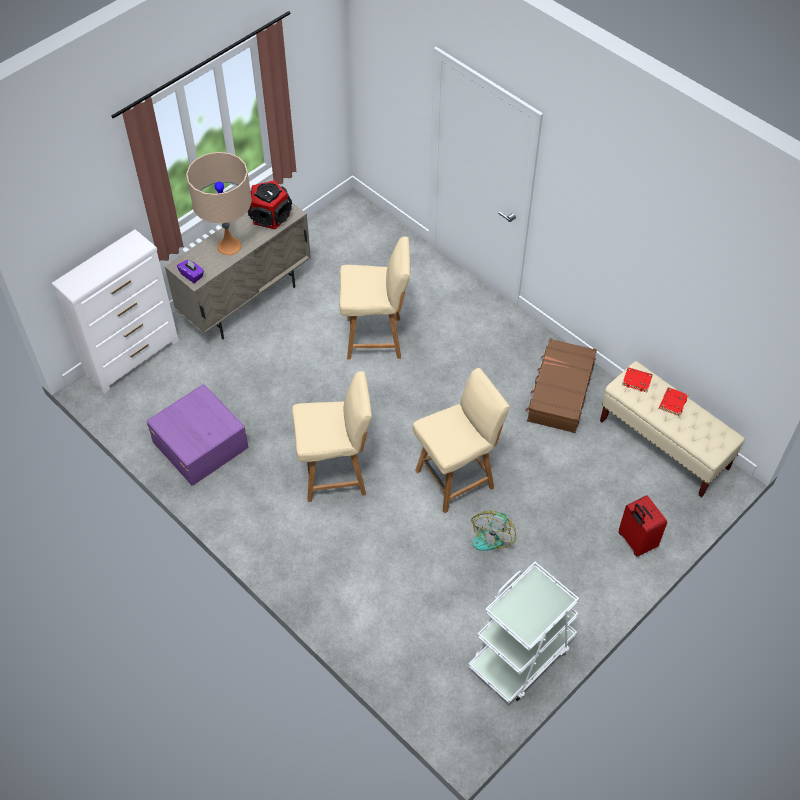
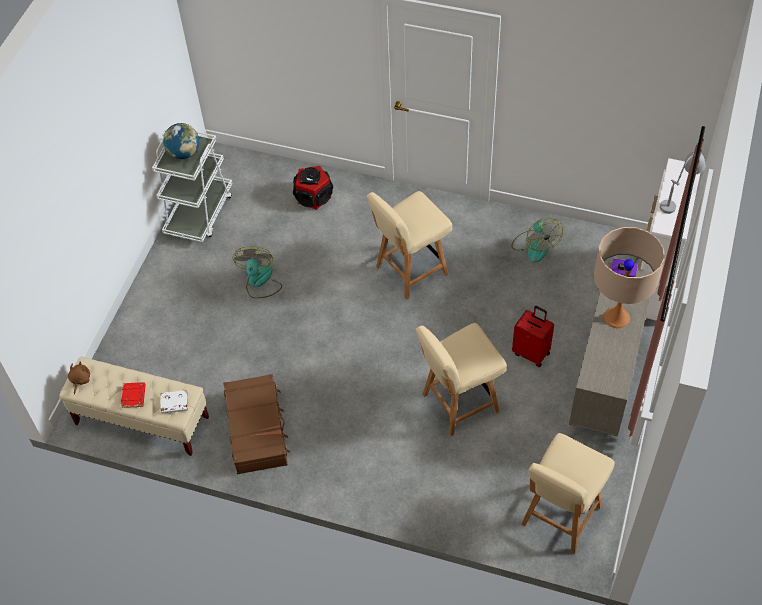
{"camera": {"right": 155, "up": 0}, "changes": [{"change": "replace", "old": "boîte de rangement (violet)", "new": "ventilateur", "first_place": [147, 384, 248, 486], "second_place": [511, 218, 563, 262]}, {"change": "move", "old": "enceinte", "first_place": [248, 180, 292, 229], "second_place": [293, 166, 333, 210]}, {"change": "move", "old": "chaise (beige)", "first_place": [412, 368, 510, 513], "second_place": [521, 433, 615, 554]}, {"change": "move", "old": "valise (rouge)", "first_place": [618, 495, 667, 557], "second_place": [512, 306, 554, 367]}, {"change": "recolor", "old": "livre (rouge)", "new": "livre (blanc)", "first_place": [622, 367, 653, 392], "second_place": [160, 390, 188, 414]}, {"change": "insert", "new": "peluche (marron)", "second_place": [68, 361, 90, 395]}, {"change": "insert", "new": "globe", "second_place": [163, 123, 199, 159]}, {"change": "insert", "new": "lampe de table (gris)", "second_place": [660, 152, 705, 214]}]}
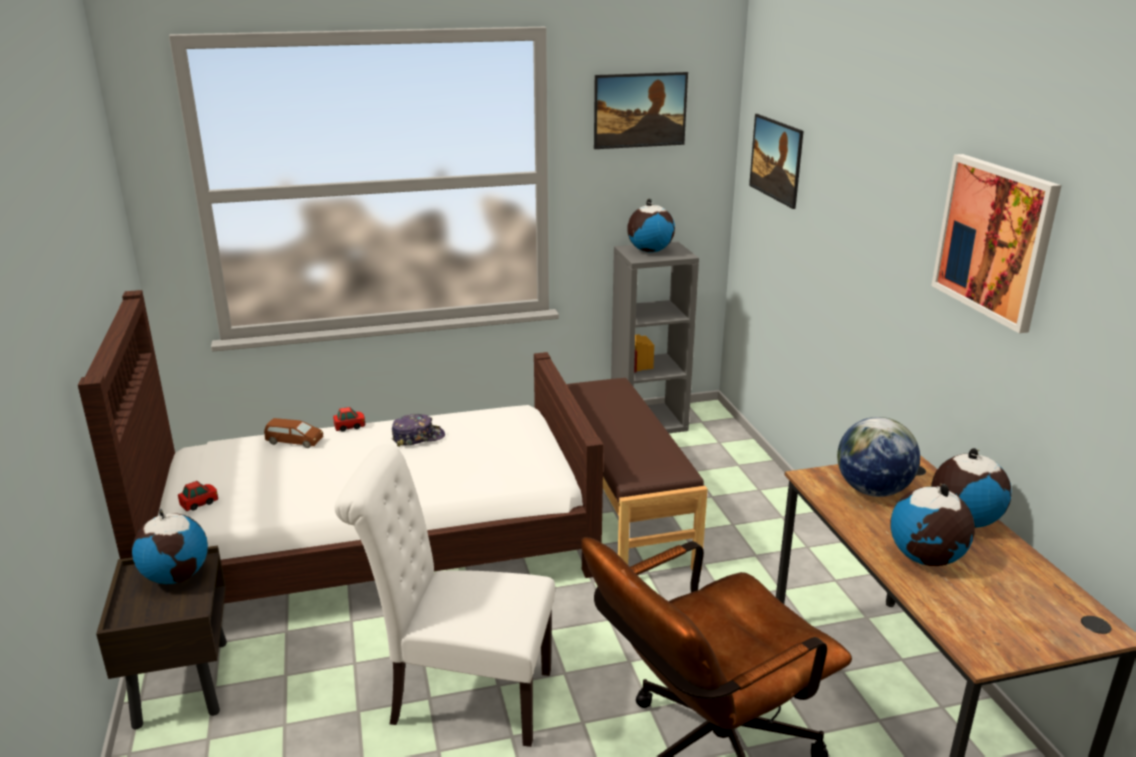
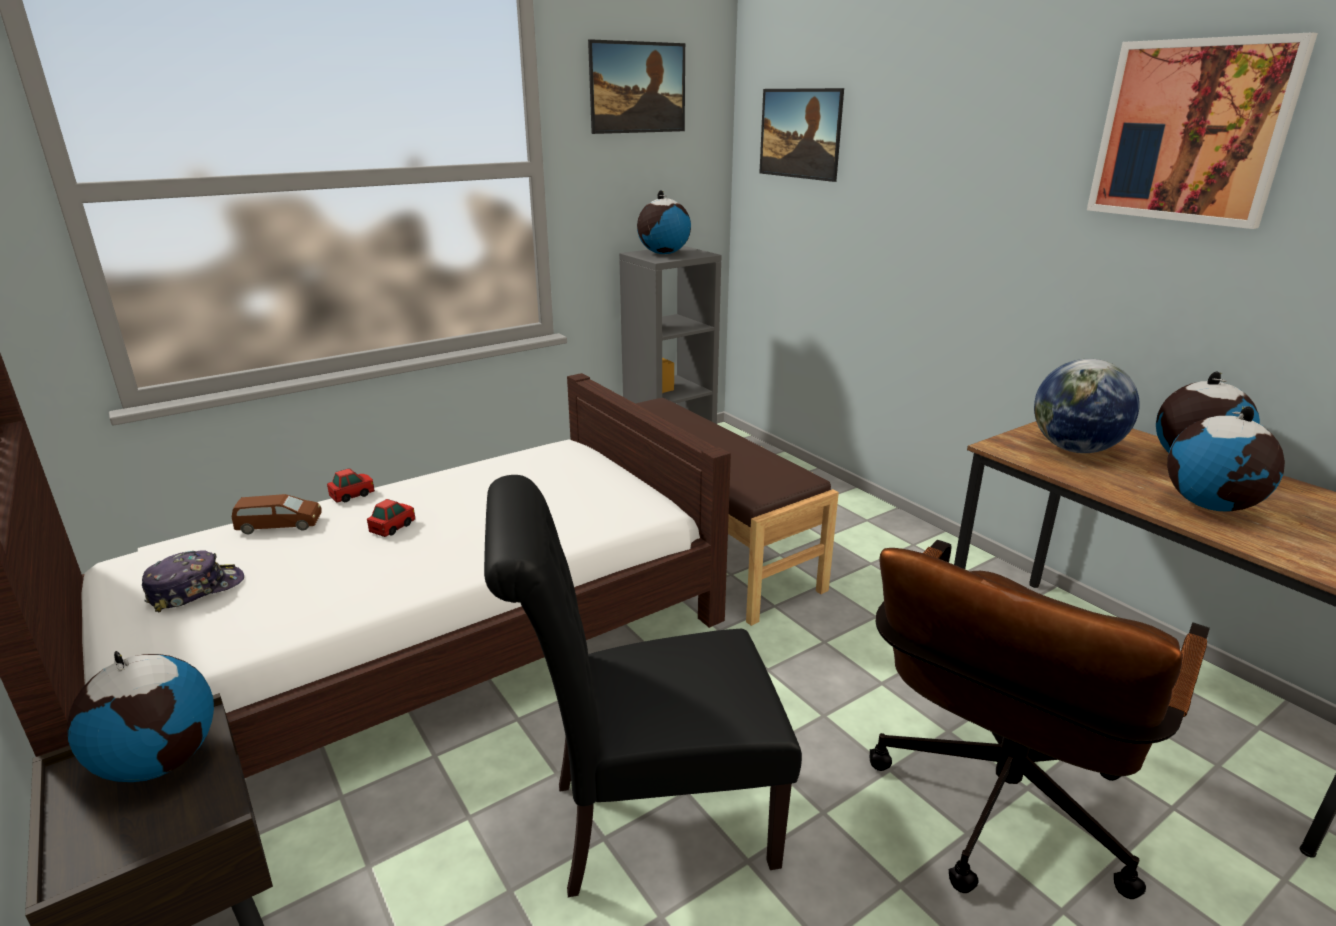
{"camera": {"right": -20, "up": 0}, "changes": [{"change": "move", "old": "petite voiture", "first_place": [178, 481, 218, 511], "second_place": [367, 499, 415, 537]}, {"change": "recolor", "old": "chaise (blanc)", "new": "chaise (noir)", "first_place": [334, 444, 555, 747], "second_place": [484, 475, 802, 897]}, {"change": "move", "old": "casquette", "first_place": [392, 414, 445, 447], "second_place": [142, 550, 244, 612]}]}
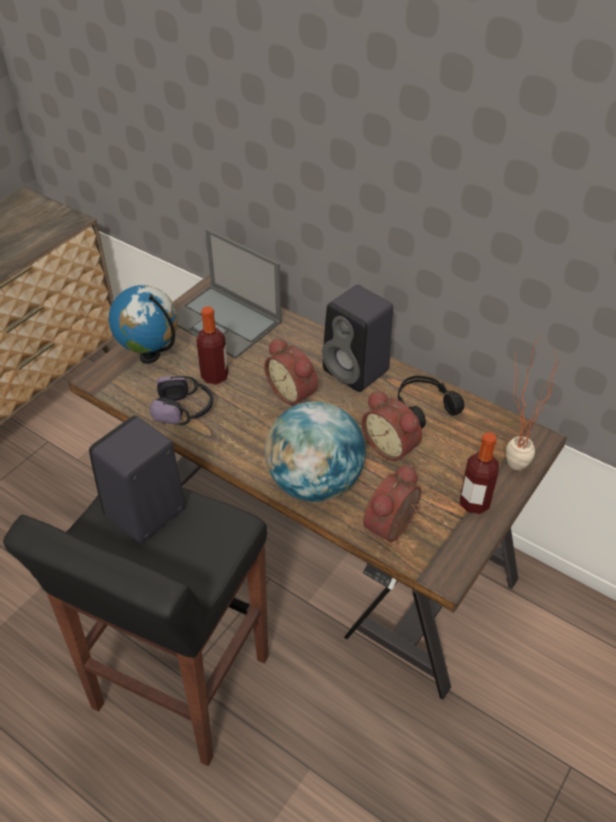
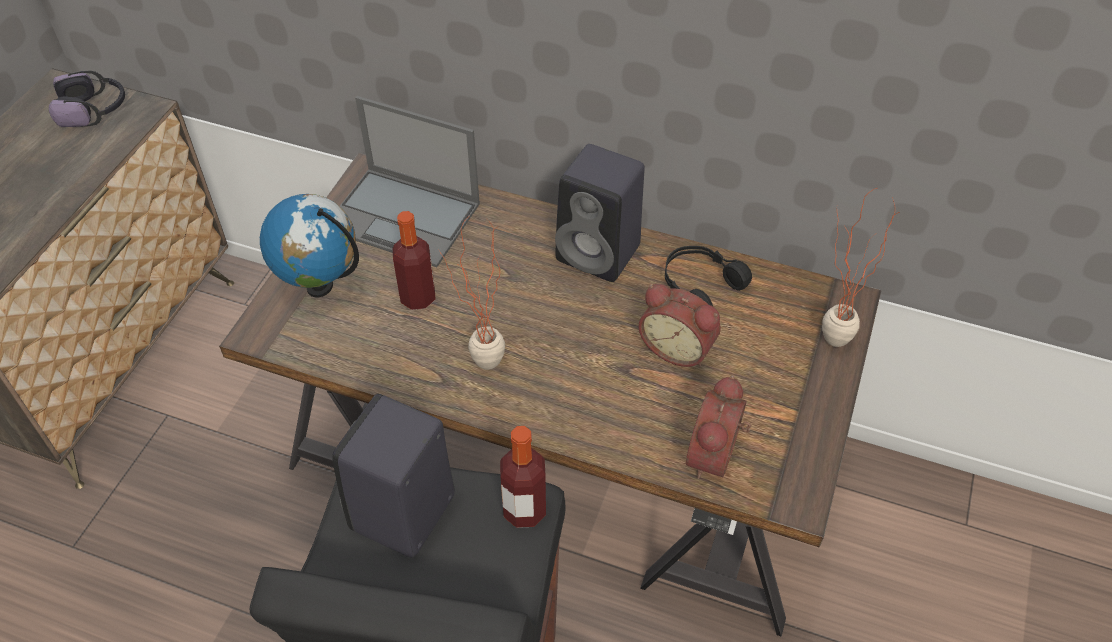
{"camera": {"right": -15, "up": 5}, "changes": [{"change": "move", "old": "casque audio", "first_place": [149, 376, 213, 425], "second_place": [49, 71, 125, 127]}, {"change": "delete", "old": "réveil", "first_place": [264, 338, 318, 405]}, {"change": "delete", "old": "globe", "first_place": [265, 401, 366, 502]}, {"change": "move", "old": "bouteille", "first_place": [459, 432, 499, 514], "second_place": [500, 426, 546, 528]}, {"change": "insert", "new": "plante en pot", "second_place": [438, 216, 505, 370]}]}
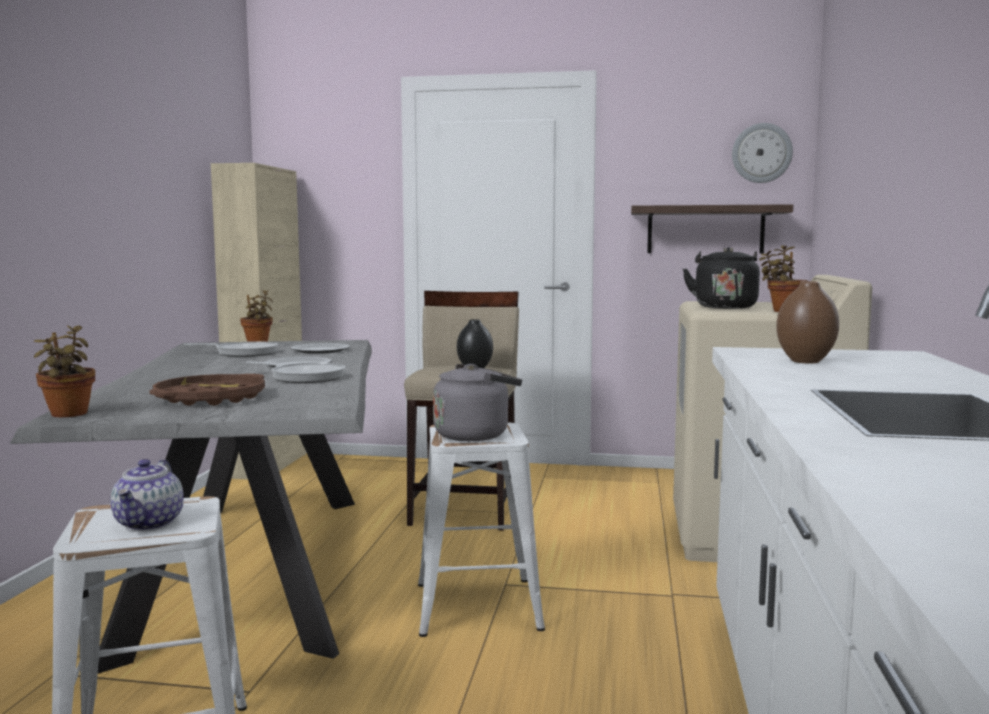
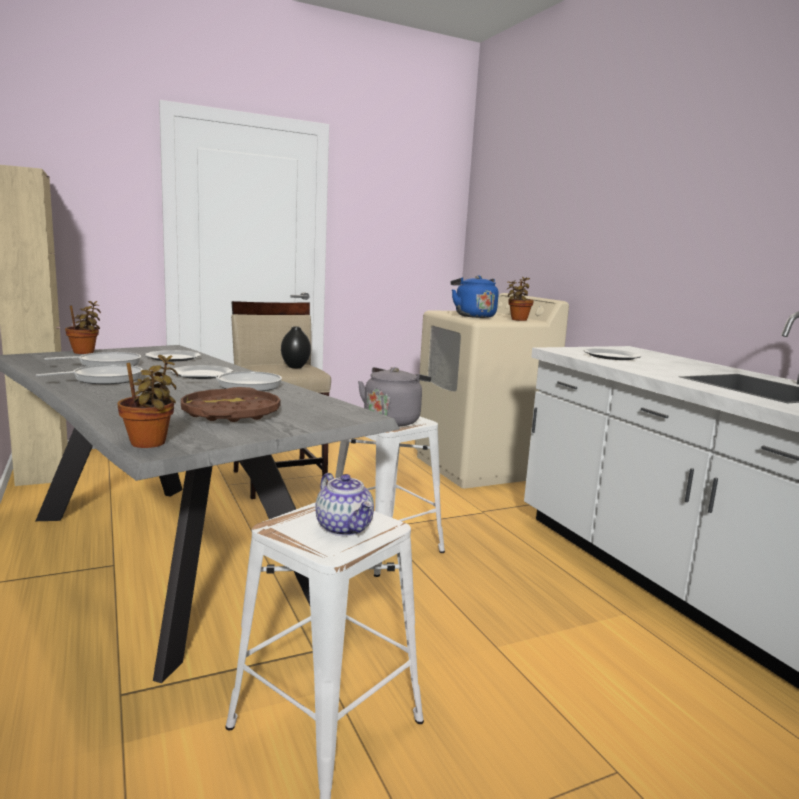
{"camera": {"right": -35, "up": 5}, "changes": [{"change": "delete", "old": "étagère", "first_place": [631, 204, 793, 253]}, {"change": "recolor", "old": "bouilloire (noir)", "new": "bouilloire (bleu)", "first_place": [683, 247, 760, 309], "second_place": [451, 275, 499, 318]}, {"change": "delete", "old": "horloge murale", "first_place": [732, 123, 793, 183]}, {"change": "replace", "old": "vase (marron)", "new": "assiette", "first_place": [776, 281, 839, 363], "second_place": [584, 348, 642, 360]}, {"change": "insert", "new": "poêle", "second_place": [36, 364, 143, 384]}]}
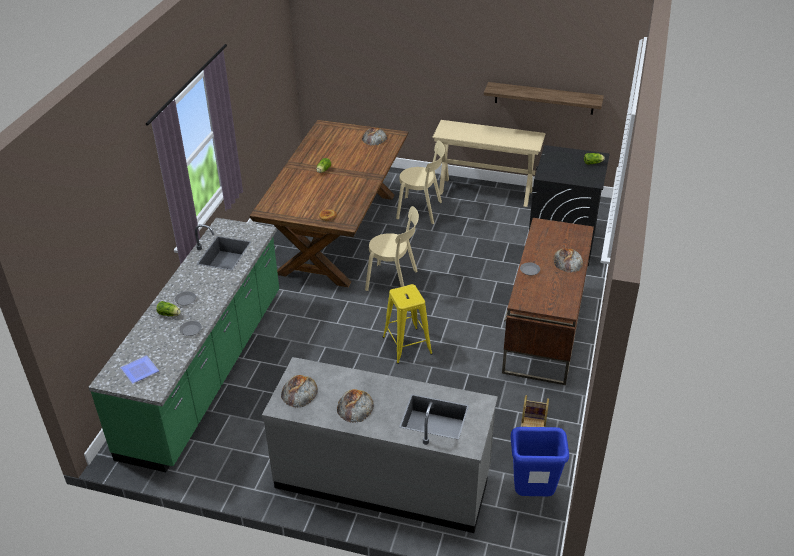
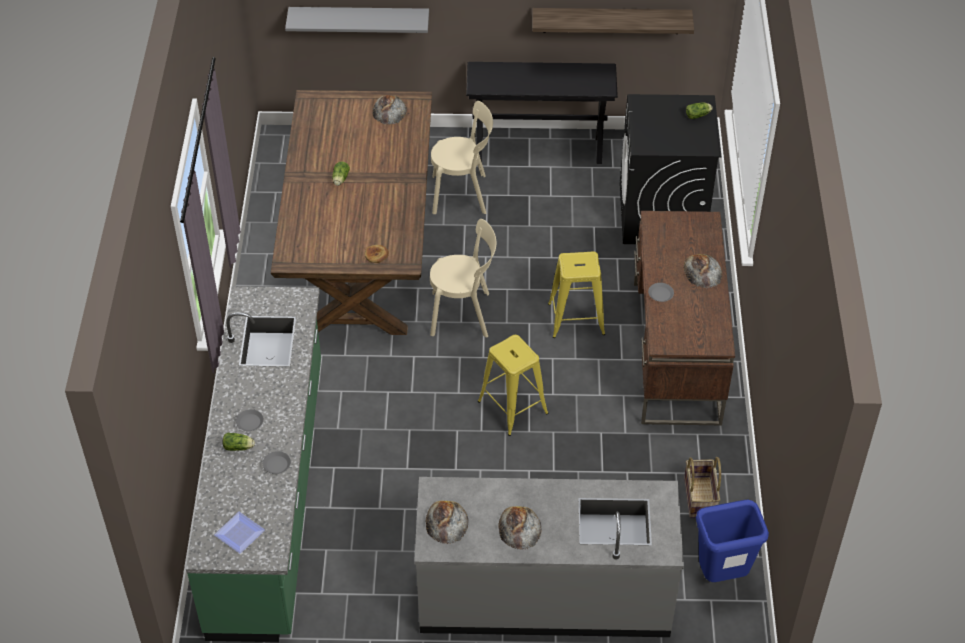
{"camera": {"right": -15, "up": 10}, "changes": [{"change": "recolor", "old": "table console (beige)", "new": "table console (noir)", "first_place": [432, 120, 545, 207], "second_place": [466, 62, 618, 164]}, {"change": "insert", "new": "étagère (gris)", "second_place": [285, 7, 429, 33]}, {"change": "insert", "new": "tabouret (jaune)", "second_place": [548, 251, 605, 338]}]}
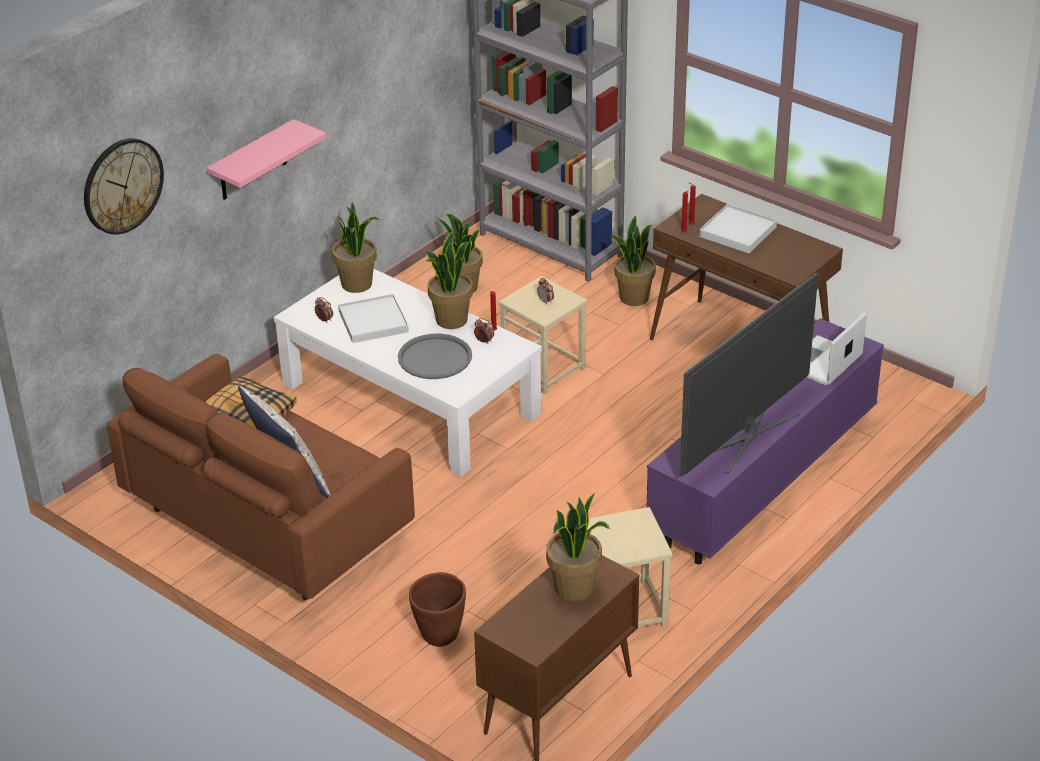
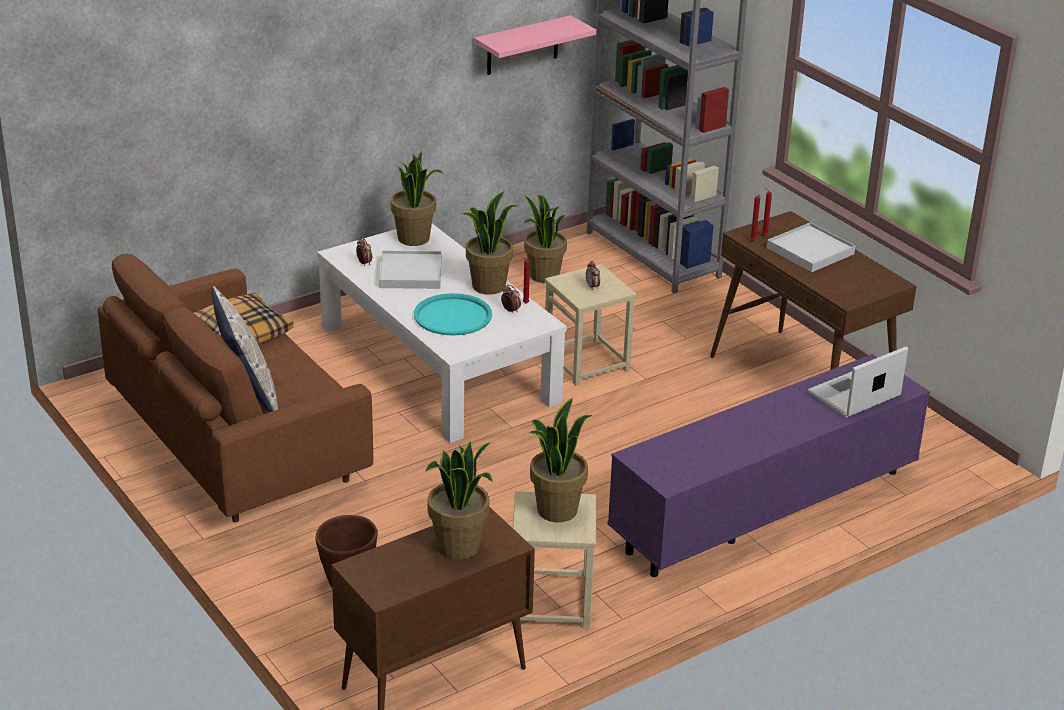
{"camera": {"right": 15, "up": -5}, "changes": [{"change": "delete", "old": "horloge murale", "first_place": [84, 138, 164, 235]}, {"change": "move", "old": "étagère (rose)", "first_place": [206, 119, 327, 200], "second_place": [474, 15, 596, 75]}, {"change": "recolor", "old": "plateau (gris)", "new": "plateau (turquoise)", "first_place": [398, 334, 472, 379], "second_place": [414, 293, 492, 336]}, {"change": "move", "old": "plante en pot", "first_place": [610, 216, 656, 306], "second_place": [529, 398, 593, 522]}, {"change": "delete", "old": "téléviseur", "first_place": [680, 273, 818, 476]}]}
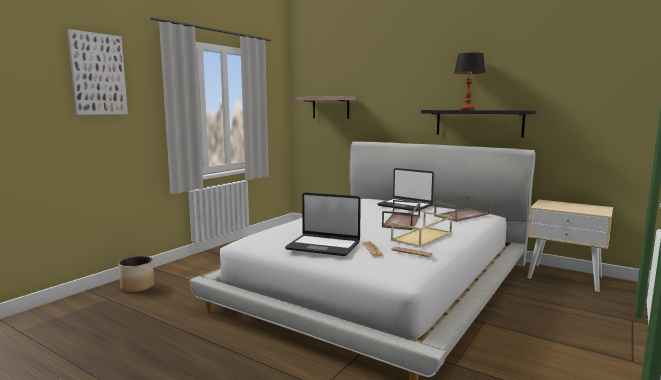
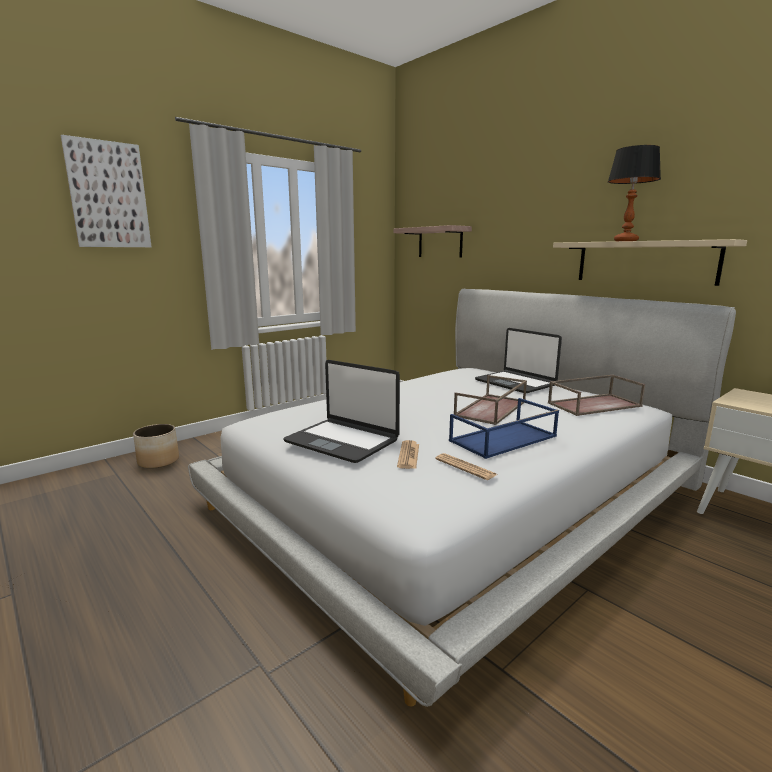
{"camera": {"right": 15, "up": 5}, "changes": [{"change": "recolor", "old": "plateau (beige)", "new": "plateau (bleu)", "first_place": [391, 212, 453, 247], "second_place": [449, 398, 559, 459]}, {"change": "recolor", "old": "étagère (noir)", "new": "étagère (beige)", "first_place": [421, 110, 537, 137], "second_place": [553, 239, 747, 286]}]}
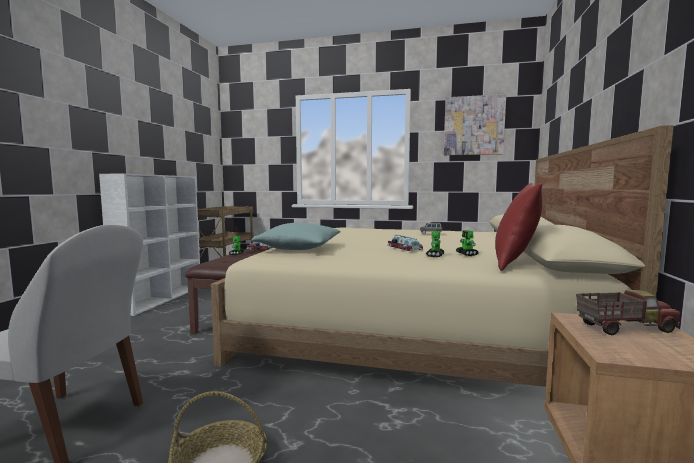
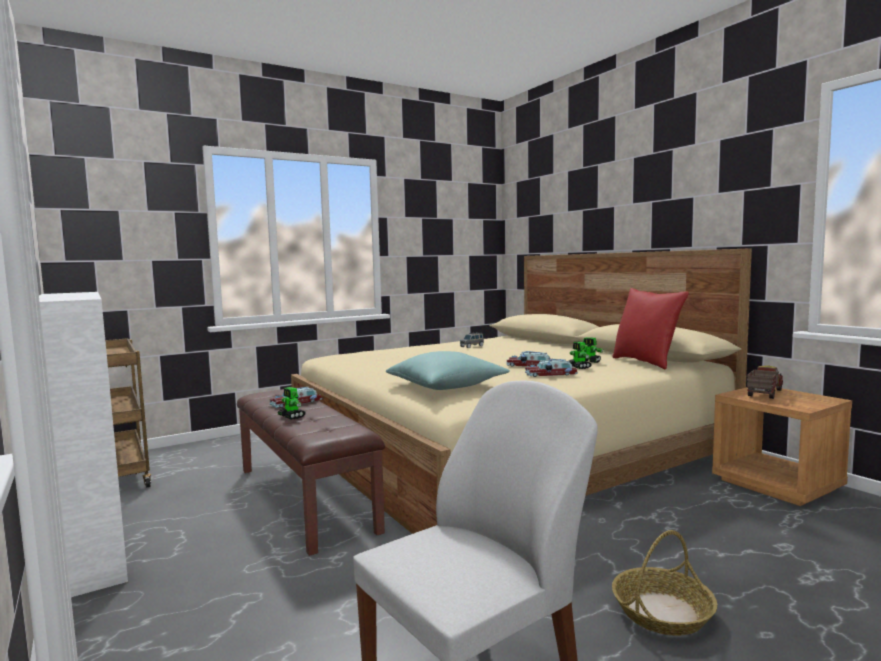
{"camera": {"right": -45, "up": 0}, "changes": [{"change": "delete", "old": "tableau", "first_place": [444, 94, 506, 155]}, {"change": "insert", "new": "petite voiture", "second_place": [525, 359, 578, 377]}]}
